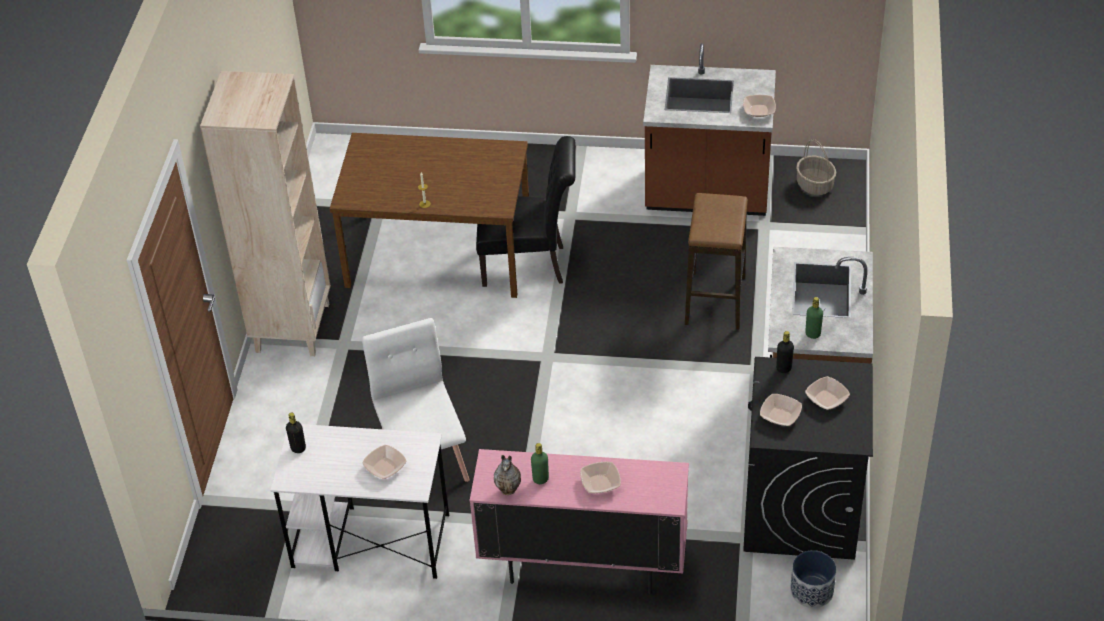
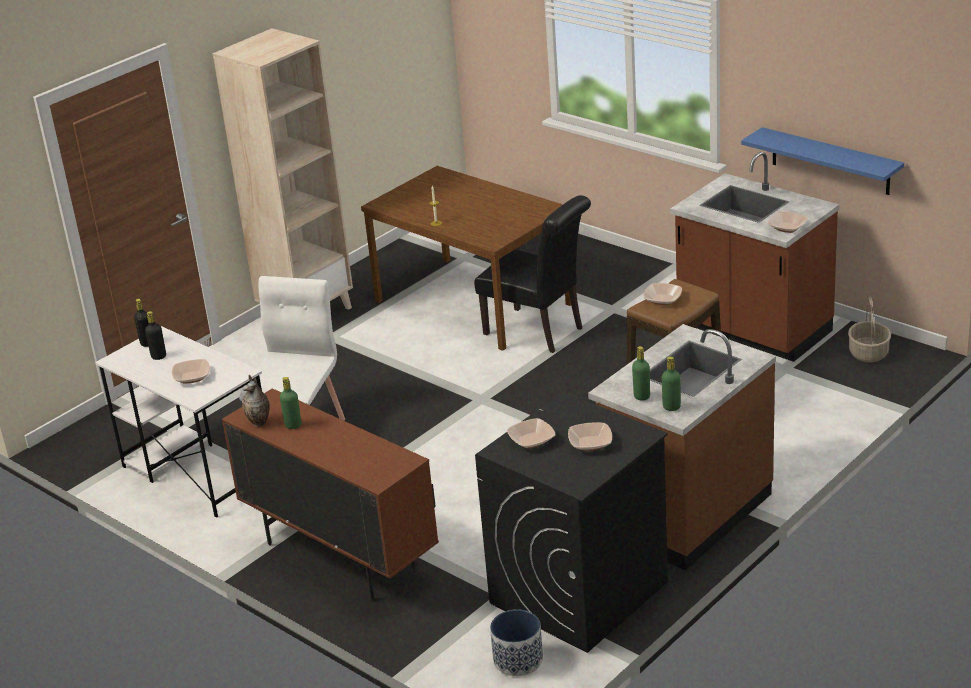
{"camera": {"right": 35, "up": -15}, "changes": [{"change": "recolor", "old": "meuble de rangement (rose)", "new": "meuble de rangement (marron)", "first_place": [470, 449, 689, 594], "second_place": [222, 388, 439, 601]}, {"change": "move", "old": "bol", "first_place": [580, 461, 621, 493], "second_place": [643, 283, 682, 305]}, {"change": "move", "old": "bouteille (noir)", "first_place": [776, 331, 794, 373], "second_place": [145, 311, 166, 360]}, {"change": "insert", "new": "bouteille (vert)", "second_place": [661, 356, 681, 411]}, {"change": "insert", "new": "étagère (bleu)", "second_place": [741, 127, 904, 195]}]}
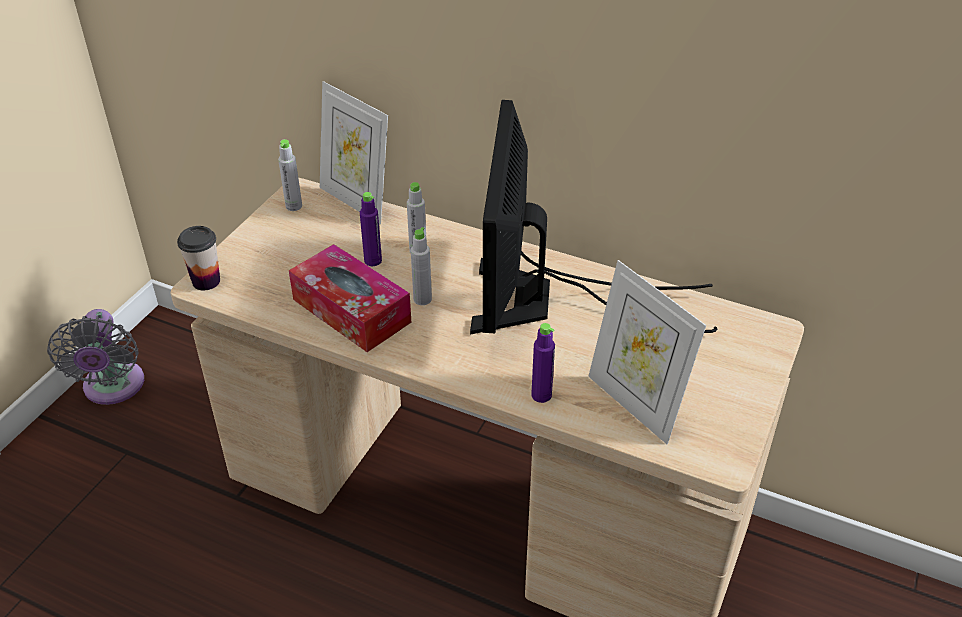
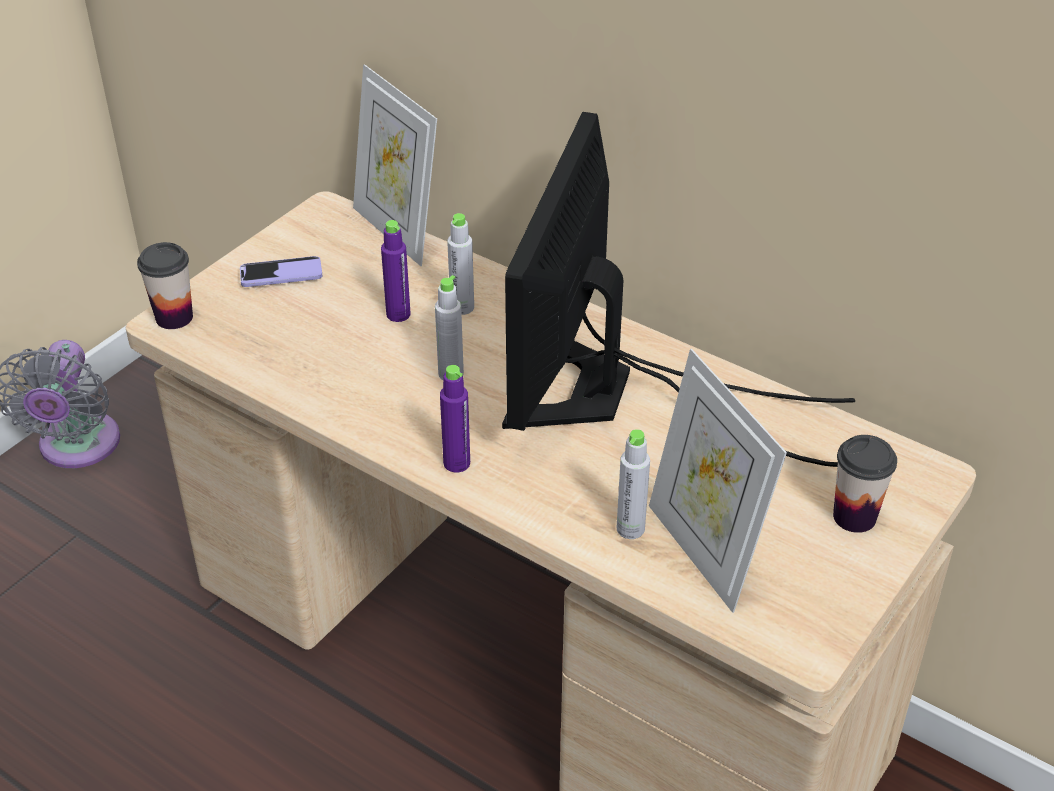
{"camera": {"right": 10, "up": 0}, "changes": [{"change": "move", "old": "bouteille (gris)", "first_place": [278, 139, 302, 211], "second_place": [617, 429, 650, 539]}, {"change": "delete", "old": "boîte à mouchoirs", "first_place": [289, 244, 411, 352]}, {"change": "move", "old": "bouteille (violet)", "first_place": [531, 323, 555, 403], "second_place": [440, 365, 470, 473]}, {"change": "insert", "new": "téléphone", "second_place": [240, 256, 323, 287]}, {"change": "insert", "new": "tasse", "second_place": [833, 435, 897, 533]}]}
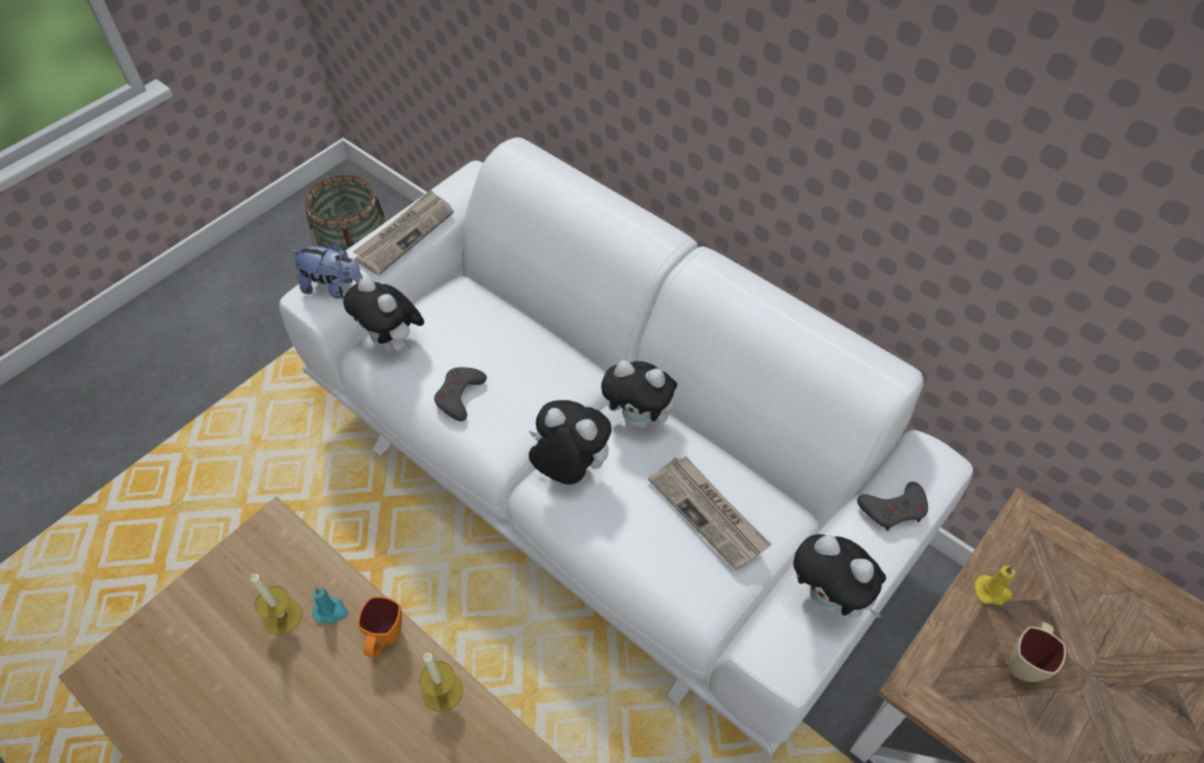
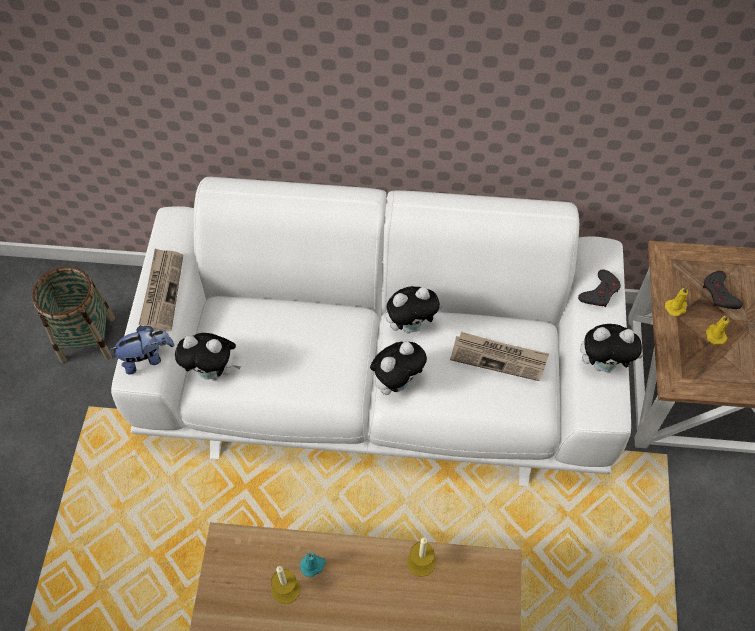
{"camera": {"right": -35, "up": 5}, "changes": [{"change": "delete", "old": "mug (orange)", "first_place": [358, 596, 402, 657]}, {"change": "move", "old": "manette (gris)", "first_place": [434, 367, 487, 421], "second_place": [703, 271, 743, 309]}, {"change": "rotate", "old": "peluche", "first_place": [529, 400, 612, 484], "second_place": [370, 342, 427, 395], "degrees": 150}, {"change": "replace", "old": "mug (beige)", "new": "bougie (jaune)", "first_place": [1009, 622, 1066, 682], "second_place": [706, 315, 729, 345]}]}
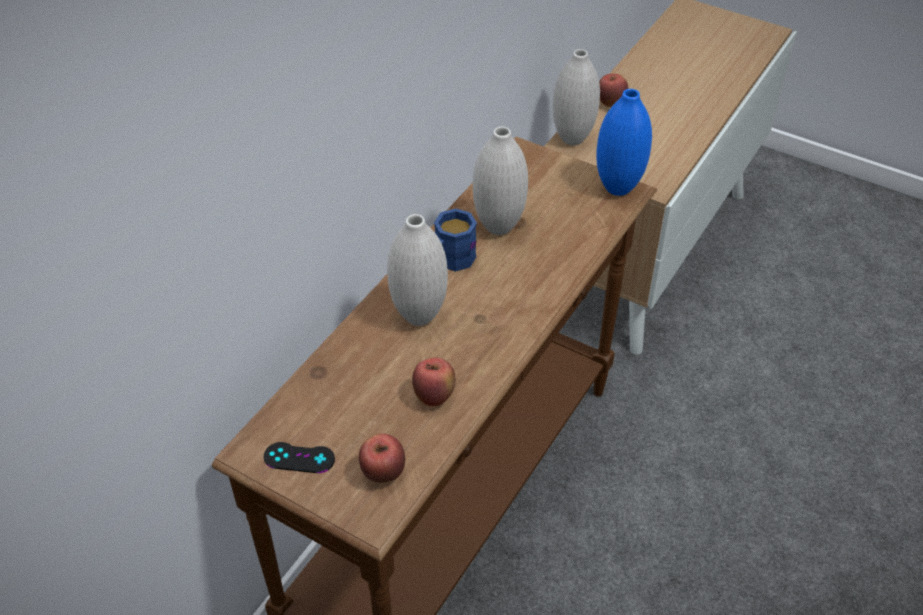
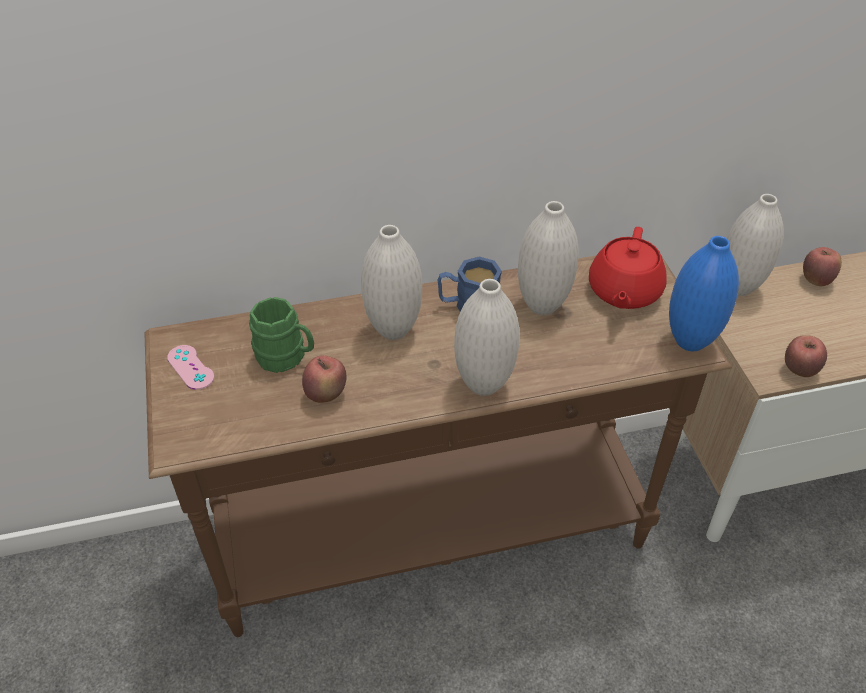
{"camera": {"right": 45, "up": 0}, "changes": [{"change": "recolor", "old": "manette (noir)", "new": "manette (rose)", "first_place": [264, 442, 335, 473], "second_place": [167, 345, 214, 390]}, {"change": "move", "old": "pomme", "first_place": [359, 433, 405, 483], "second_place": [785, 335, 827, 377]}, {"change": "insert", "new": "mug (vert)", "second_place": [249, 297, 314, 373]}, {"change": "insert", "new": "vase (blanc)", "second_place": [454, 279, 520, 396]}, {"change": "insert", "new": "théière (rouge)", "second_place": [589, 227, 667, 309]}]}
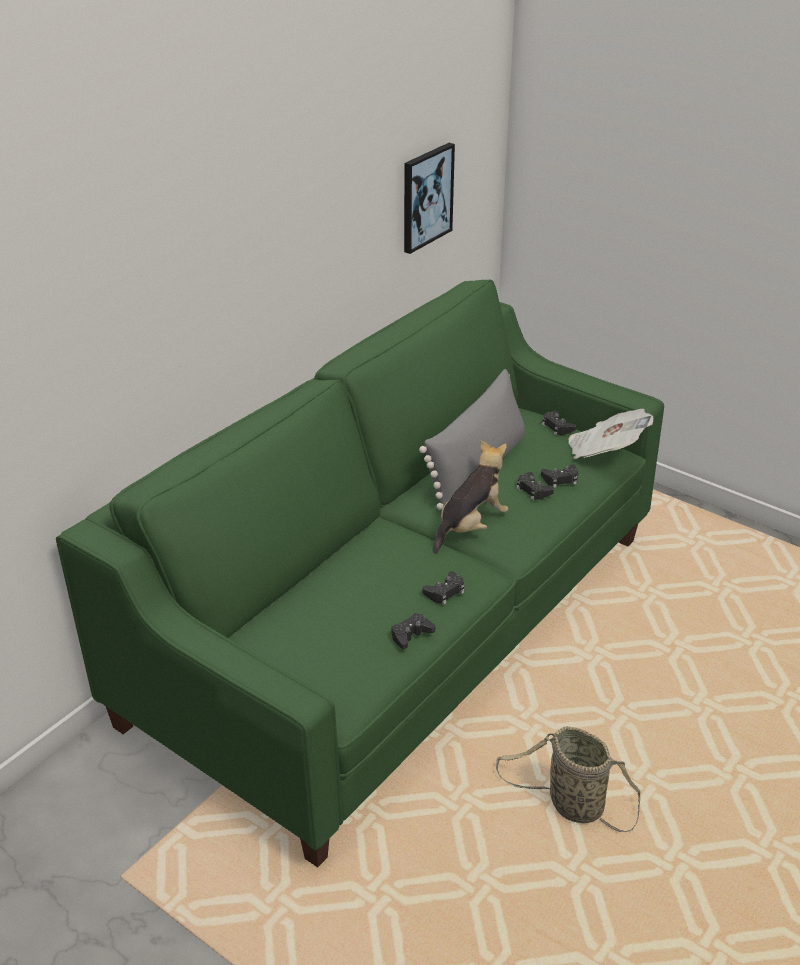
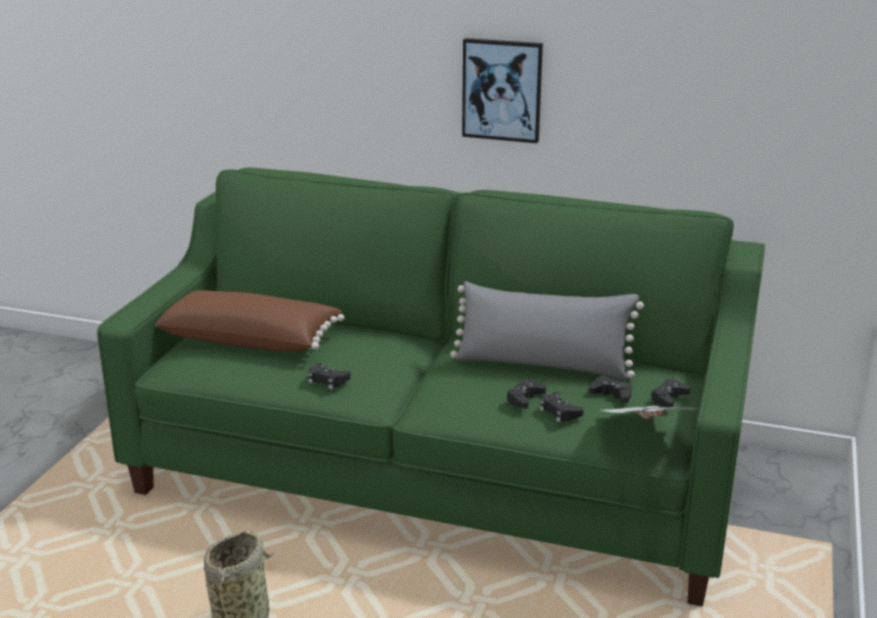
{"camera": {"right": 70, "up": -10}, "changes": [{"change": "move", "old": "manette (noir)", "first_place": [391, 613, 435, 649], "second_place": [588, 376, 632, 403]}, {"change": "move", "old": "tableau", "first_place": [404, 143, 455, 254], "second_place": [462, 38, 543, 143]}, {"change": "delete", "old": "peluche", "first_place": [433, 440, 509, 554]}, {"change": "insert", "new": "coussin (marron)", "second_place": [155, 290, 345, 352]}]}
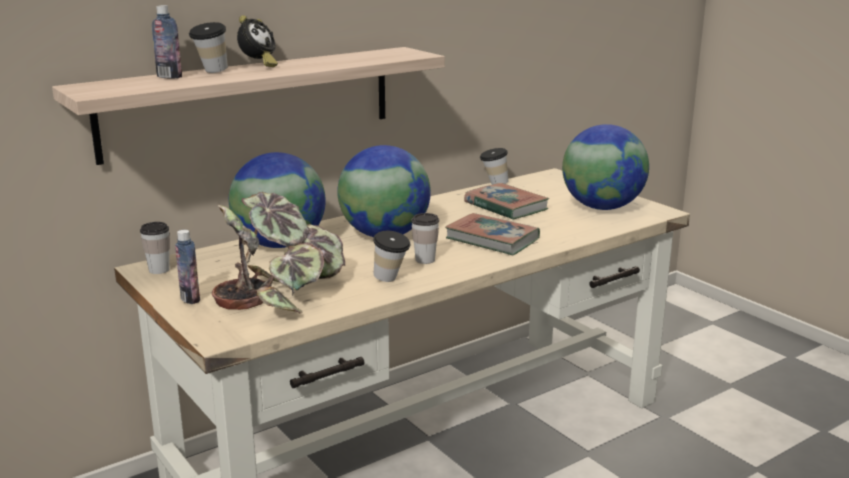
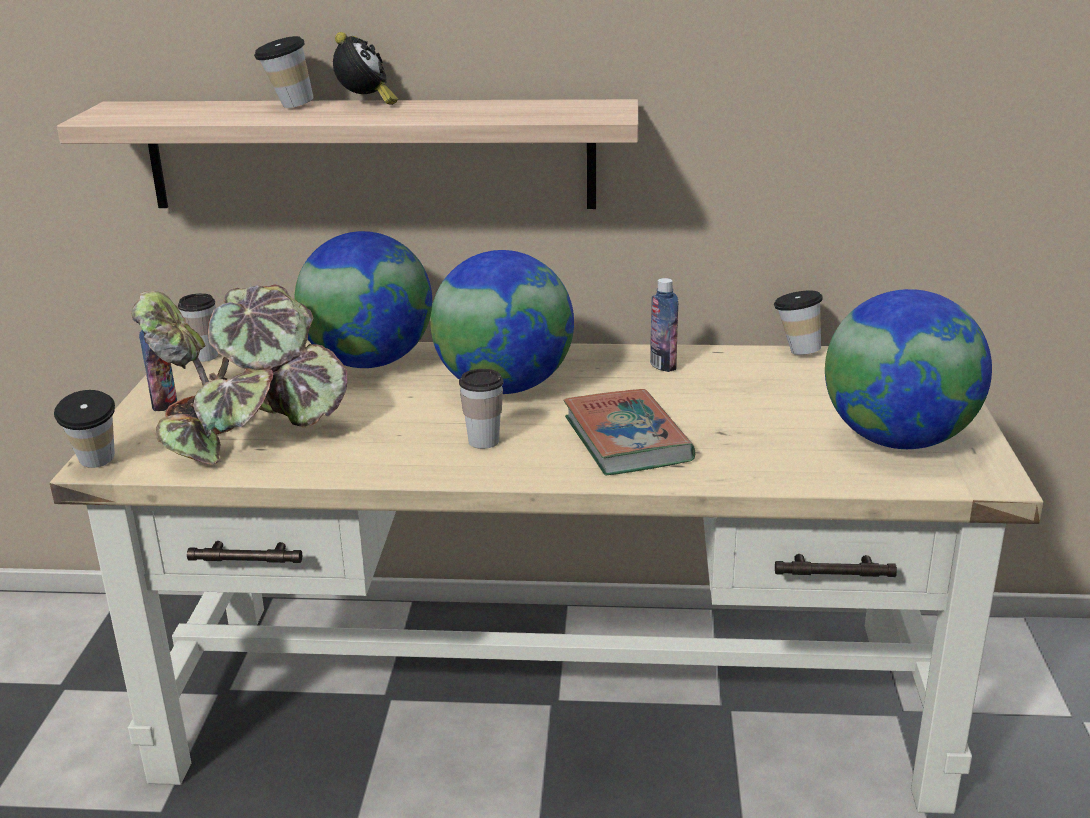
{"camera": {"right": 40, "up": 5}, "changes": [{"change": "move", "old": "bouteille", "first_place": [152, 5, 182, 79], "second_place": [650, 278, 678, 372]}, {"change": "rotate", "old": "réveil", "first_place": [237, 15, 278, 67], "second_place": [333, 32, 398, 105], "degrees": -60}, {"change": "move", "old": "tasse", "first_place": [374, 231, 411, 282], "second_place": [54, 390, 115, 468]}, {"change": "delete", "old": "livre", "first_place": [464, 183, 549, 220]}]}
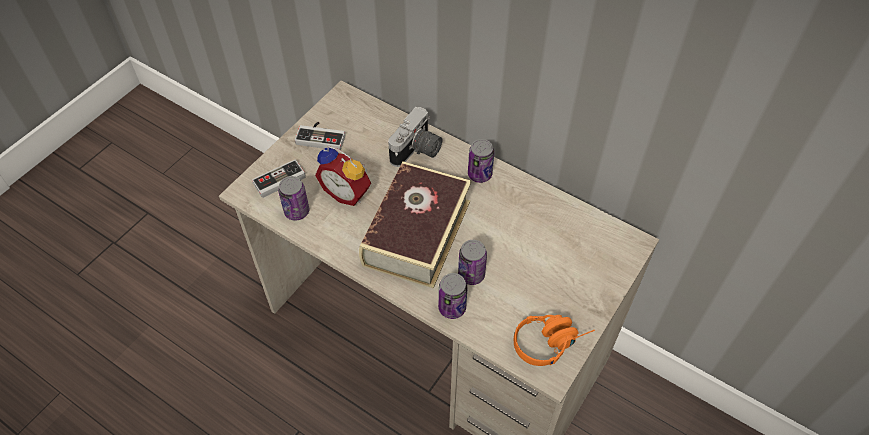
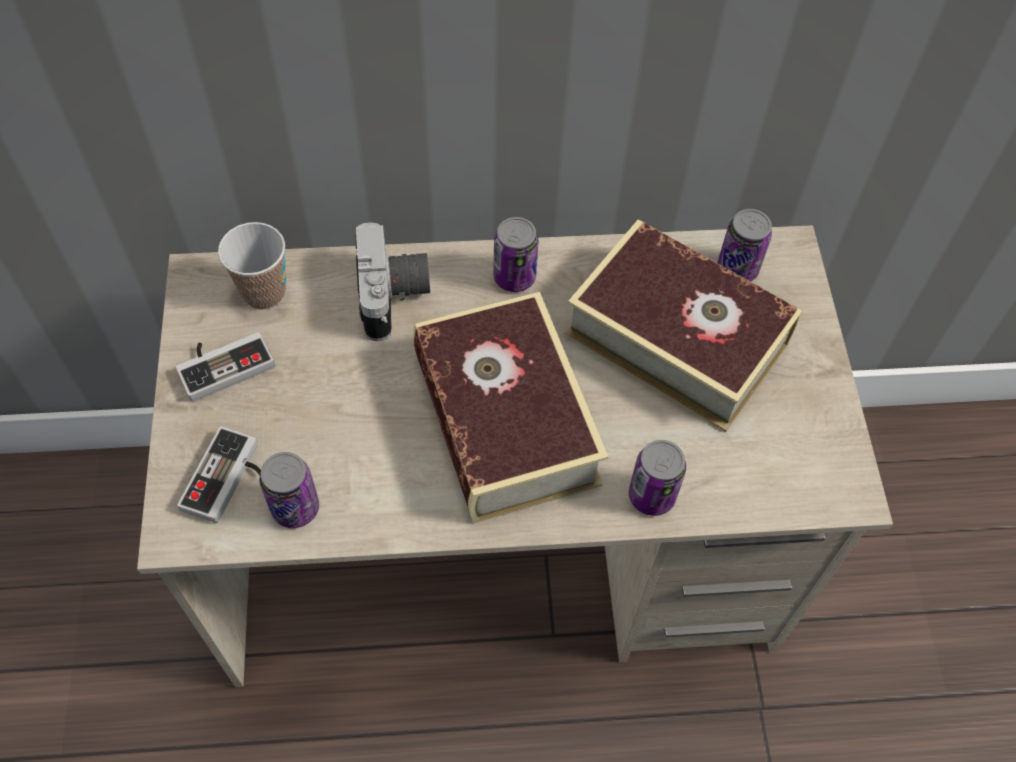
{"camera": {"right": -40, "up": 5}, "changes": [{"change": "delete", "old": "réveil", "first_place": [315, 146, 371, 206]}, {"change": "move", "old": "boîte métallique", "first_place": [458, 240, 487, 285], "second_place": [718, 209, 772, 282]}, {"change": "delete", "old": "casque audio (orange)", "first_place": [514, 315, 595, 366]}, {"change": "insert", "new": "tasse", "second_place": [218, 222, 286, 310]}, {"change": "insert", "new": "livre", "second_place": [564, 219, 802, 432]}]}
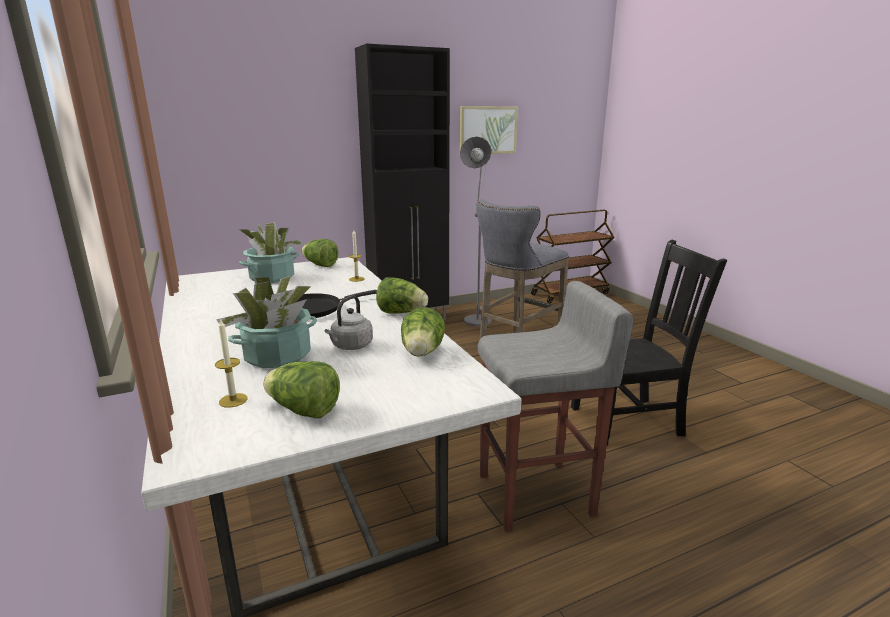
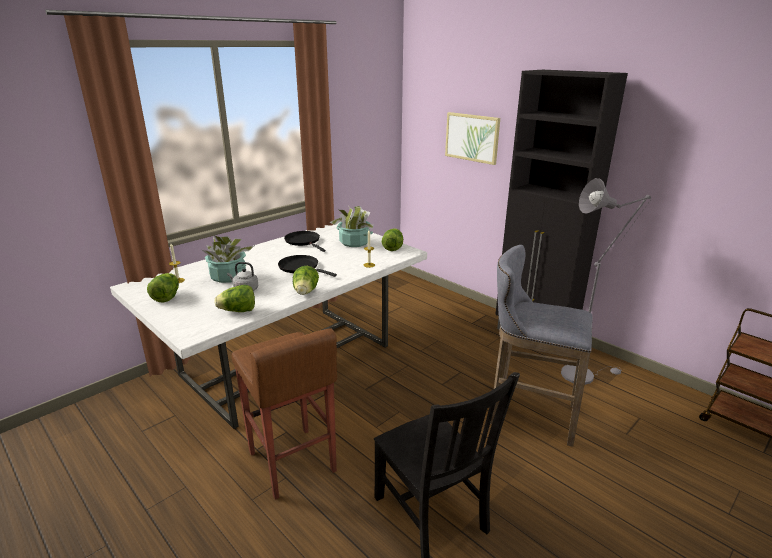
{"camera": {"right": 70, "up": 5}, "changes": [{"change": "move", "old": "tableau", "first_place": [460, 106, 518, 154], "second_place": [445, 112, 500, 165]}, {"change": "recolor", "old": "tabouret (gris)", "new": "tabouret (marron)", "first_place": [478, 281, 634, 532], "second_place": [231, 329, 337, 500]}, {"change": "insert", "new": "poêle (noir)", "second_place": [284, 231, 326, 252]}]}
